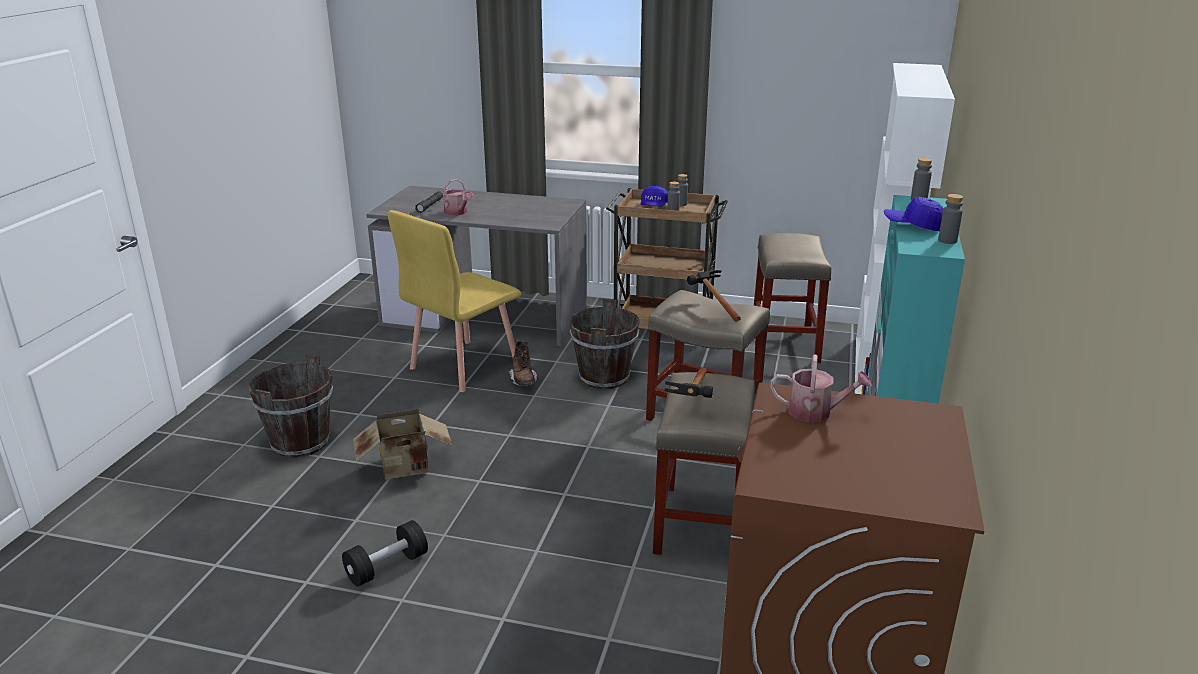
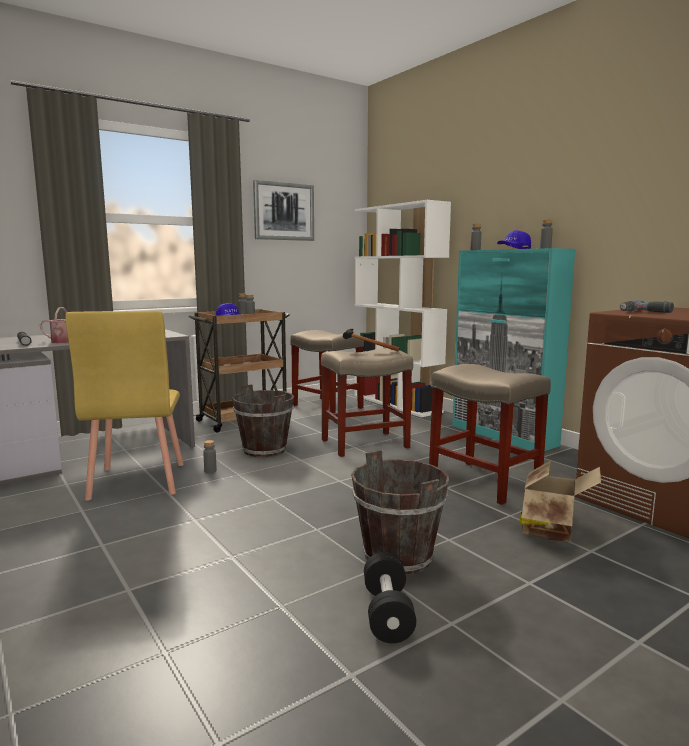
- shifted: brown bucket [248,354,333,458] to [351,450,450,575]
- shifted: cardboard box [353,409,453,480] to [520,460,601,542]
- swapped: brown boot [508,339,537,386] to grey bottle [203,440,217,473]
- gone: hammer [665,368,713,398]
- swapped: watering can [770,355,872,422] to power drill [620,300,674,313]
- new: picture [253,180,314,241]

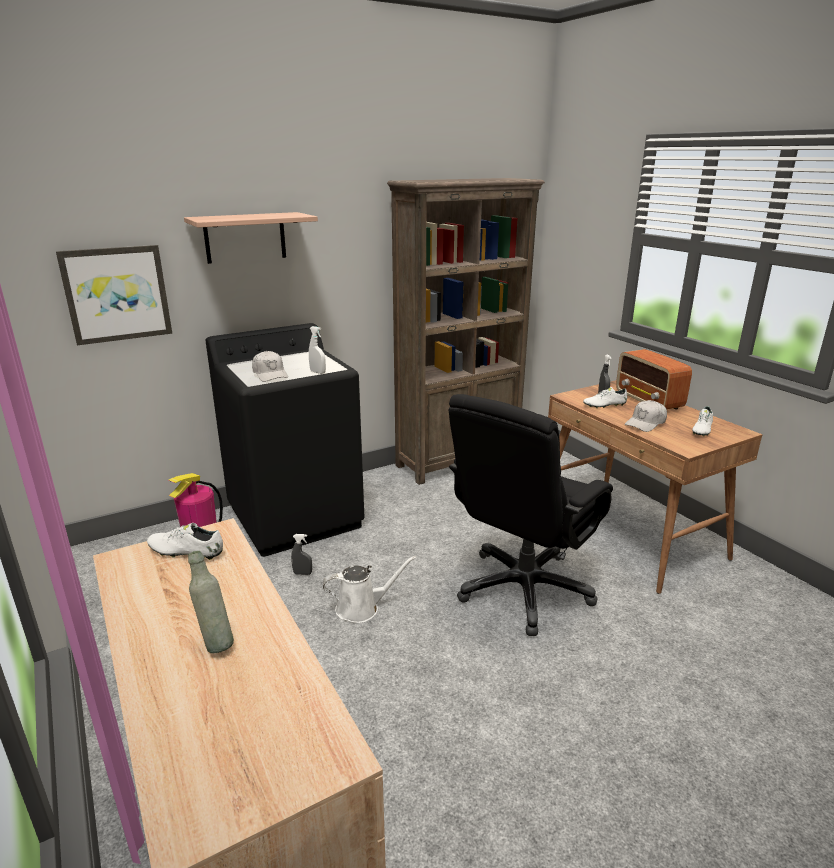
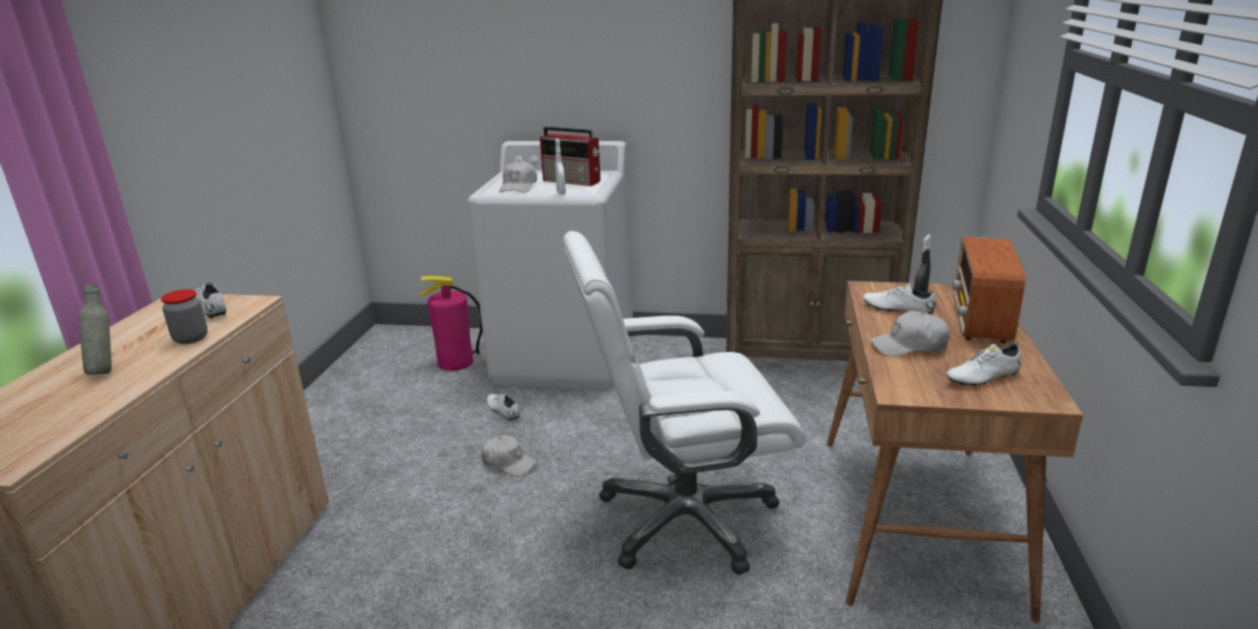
- gone: picture [56,245,172,345]
- gone: shelf [184,212,318,264]
- repainted: black washing machine [206,323,365,557] to white washing machine [467,141,633,390]
- swapped: grey spray bottle [291,534,312,575] to white shoe [487,394,520,421]
- swapped: white watering can [323,556,416,623] to white cap [481,435,537,476]
- repainted: black office chair [449,394,613,636] to white office chair [563,231,806,575]
- new: jar [161,289,208,344]
- new: radio [540,127,601,186]

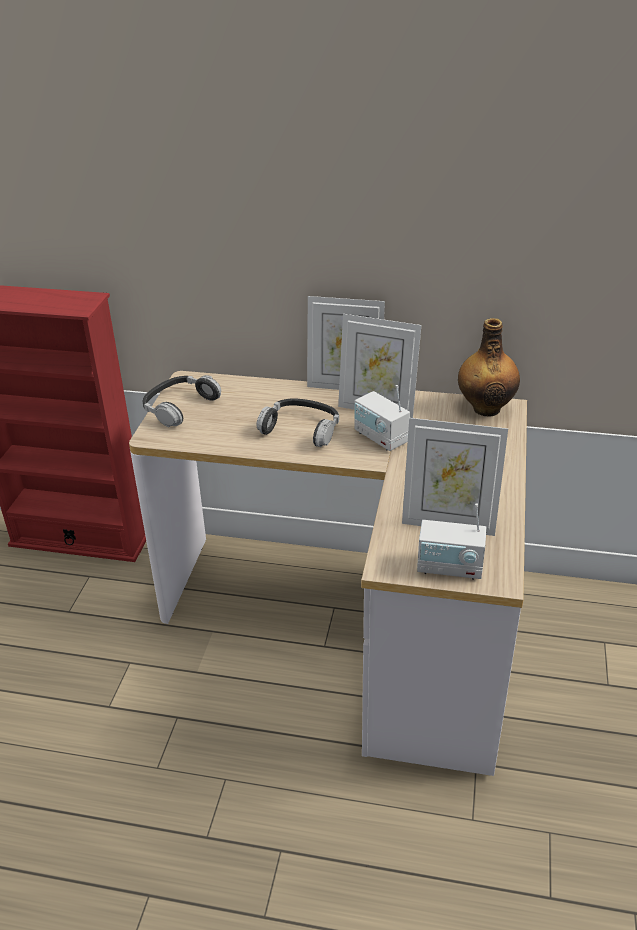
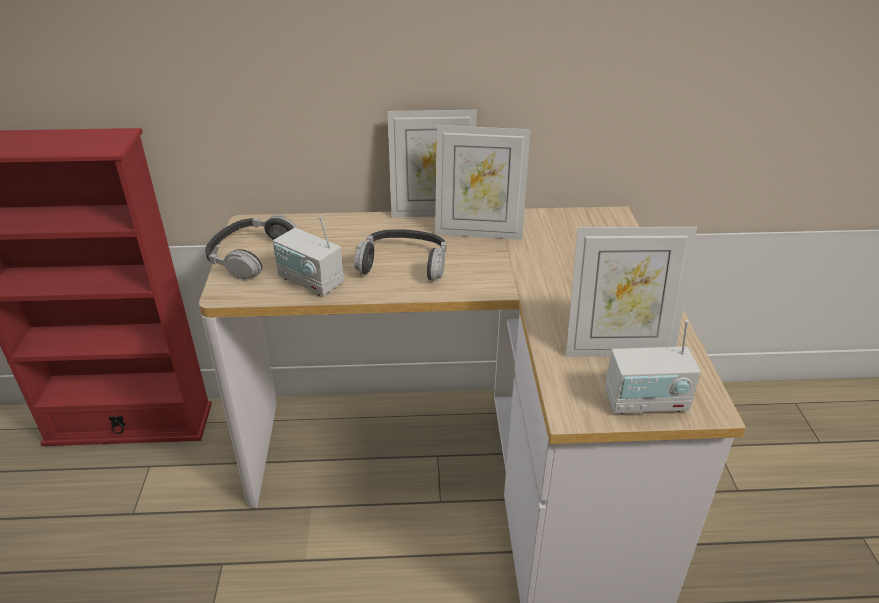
- shifted: radio [354,385,410,451] to [273,216,344,296]
- gone: bottle [458,318,520,417]

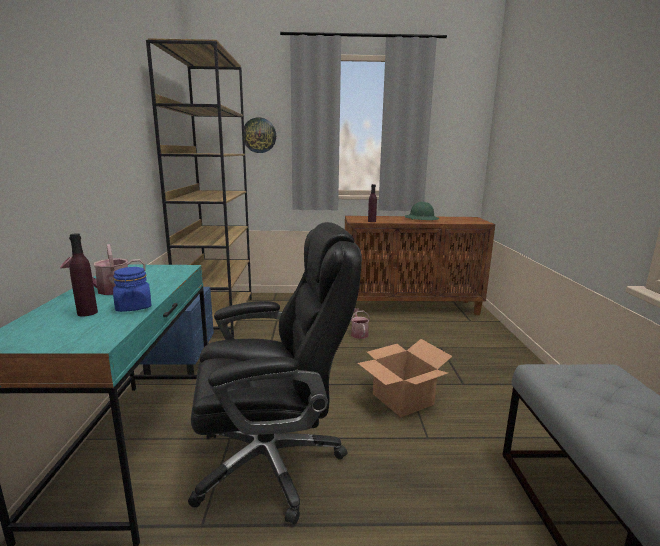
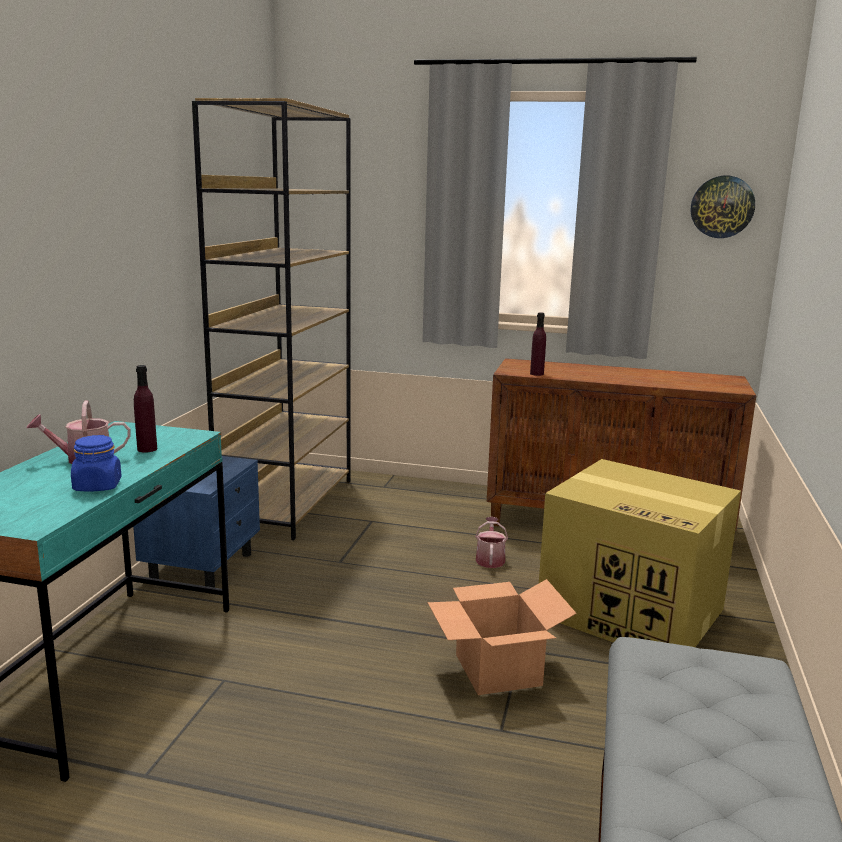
- shifted: purple bottle [69,233,98,316] to [134,365,157,453]
- gone: black office chair [188,222,362,525]
- shifted: wall clock [244,117,276,153] to [691,176,755,238]
- gone: green hard hat [405,202,440,220]
- new: cardboard box [539,459,741,647]

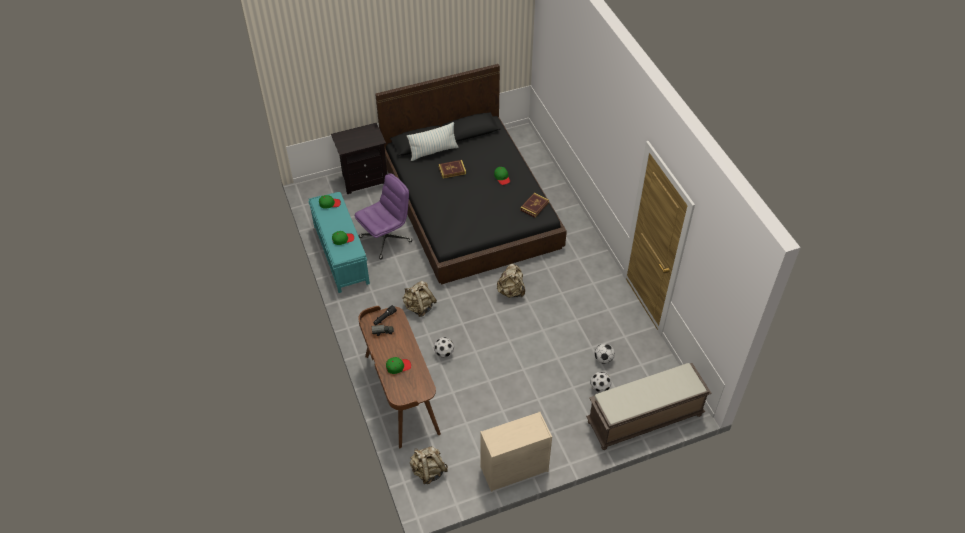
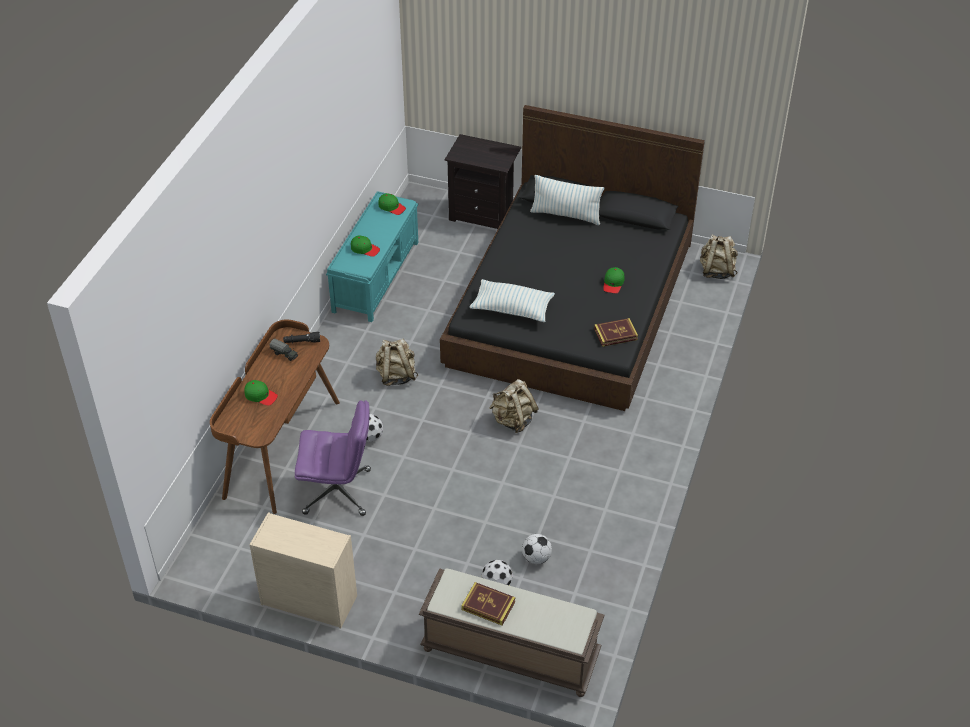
- shifted: purple office chair [355,173,412,259] to [295,400,371,516]
- shifted: beige backpack [410,446,448,484] to [700,234,738,279]
- shifted: book [438,160,466,179] to [461,582,515,625]
- new: pillow [470,279,555,322]

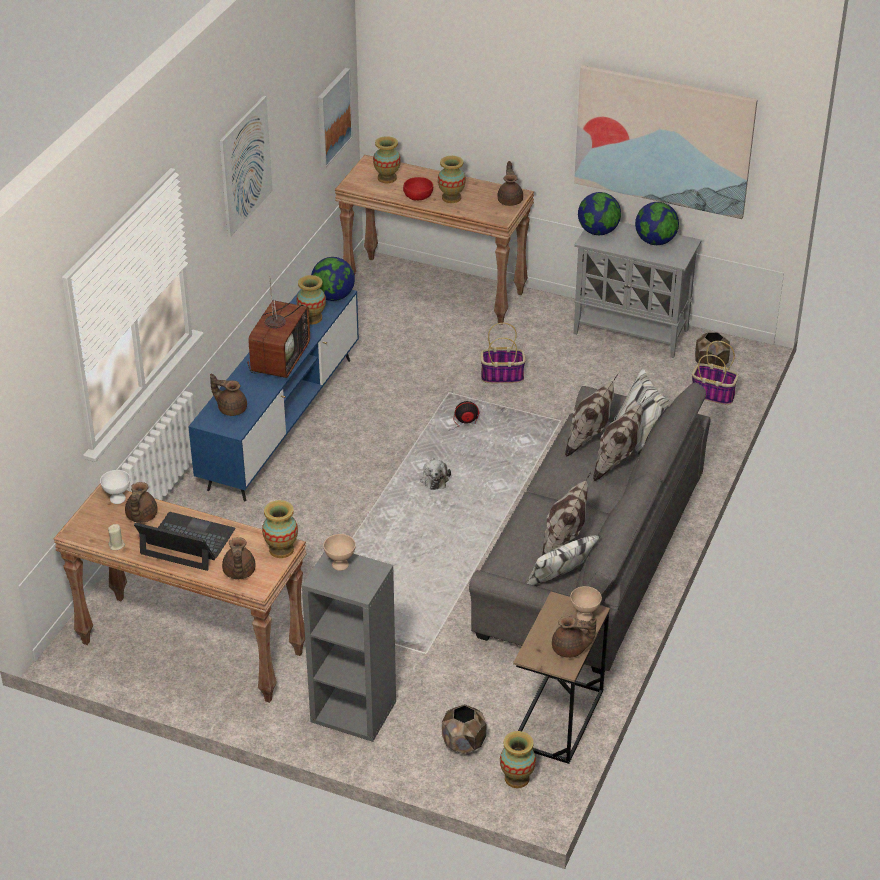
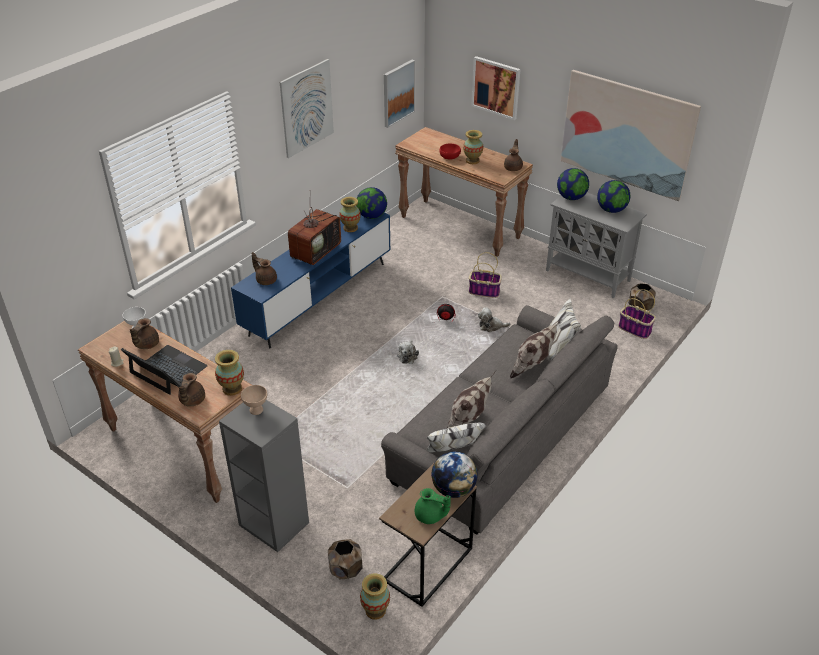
- gone: vase [373,136,401,183]
- repainted: brown teapot [552,616,596,658] to green teapot [415,488,451,524]
- gone: pillow [565,374,618,457]
- swapped: beige bowl [570,586,602,622] to globe [431,451,478,498]
- new: picture [471,56,521,120]
- new: plush toy [478,307,510,332]

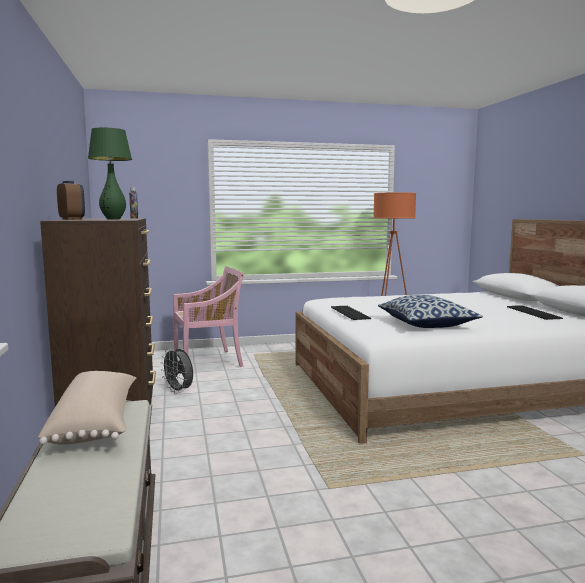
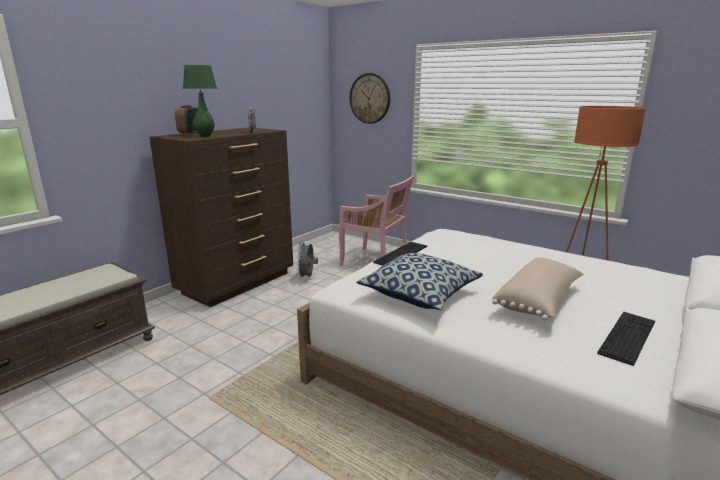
- shifted: beige pillow [38,371,136,445] to [492,257,583,321]
- new: wall clock [350,73,390,124]

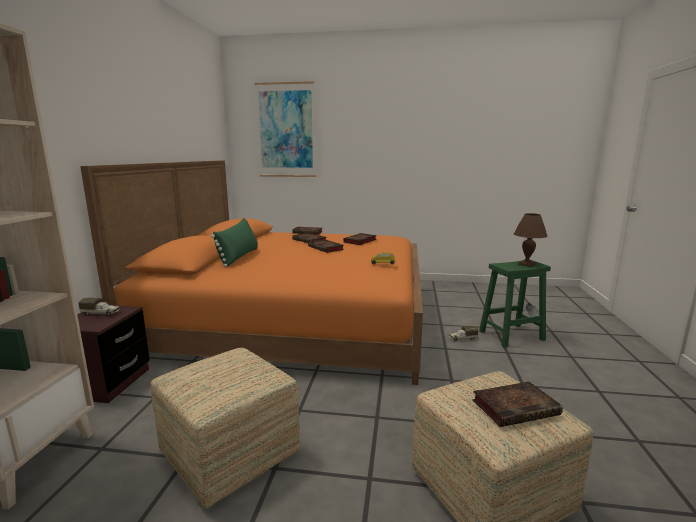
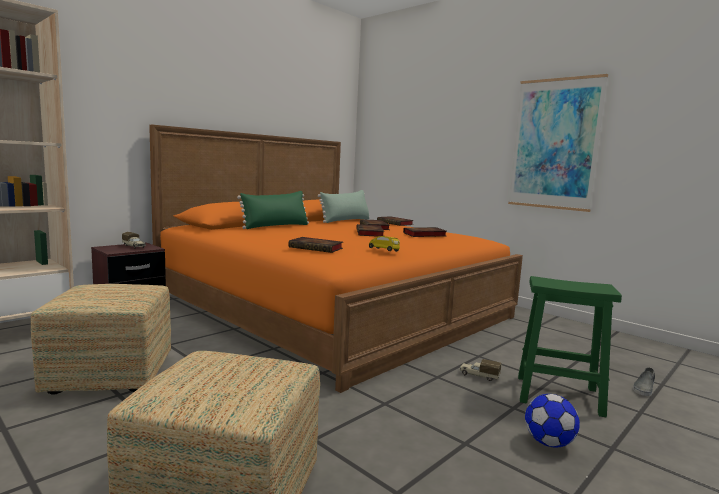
- shifted: picture [255,81,316,177] to [508,74,608,212]
- shifted: book [472,382,563,427] to [288,237,343,253]
- gone: brown table lamp [514,213,548,267]
- new: green pillow [318,190,370,223]
- new: football [525,394,580,448]

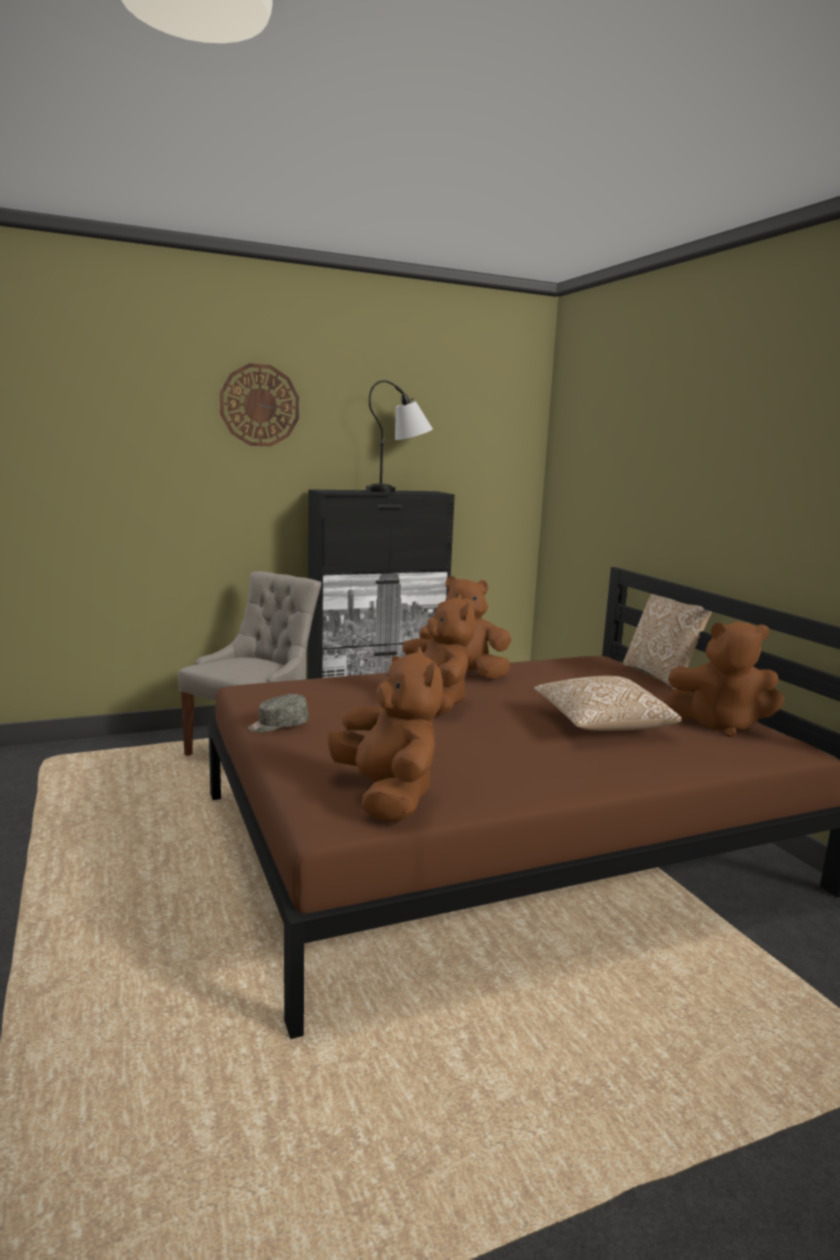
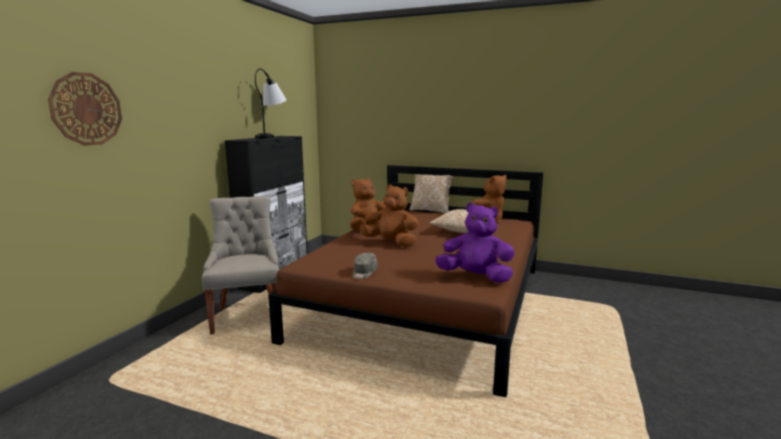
- shifted: wall clock [220,363,299,446] to [48,72,122,146]
- repainted: brown plush toy [328,647,443,823] to purple plush toy [435,203,515,283]

